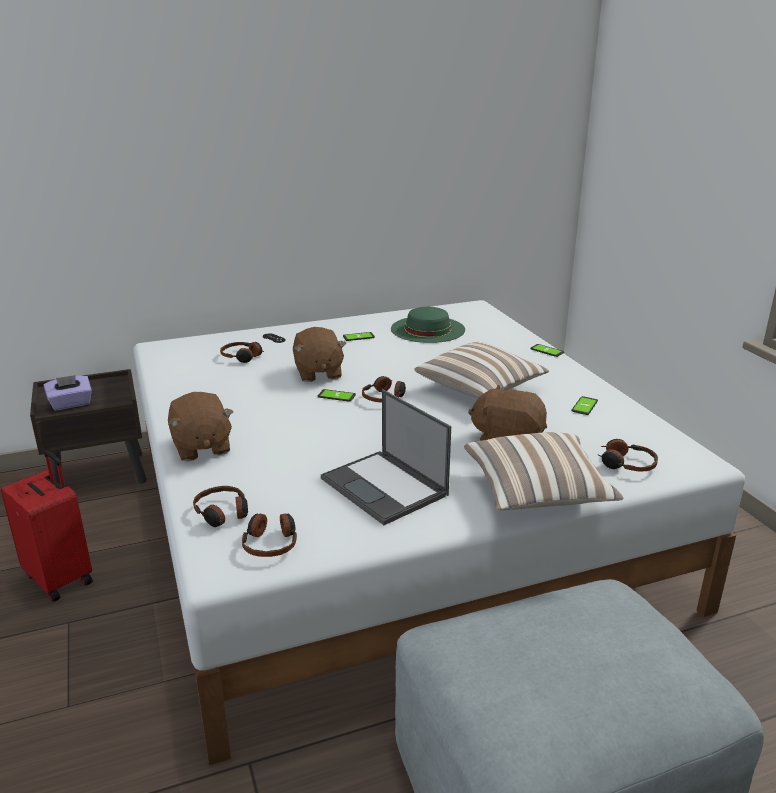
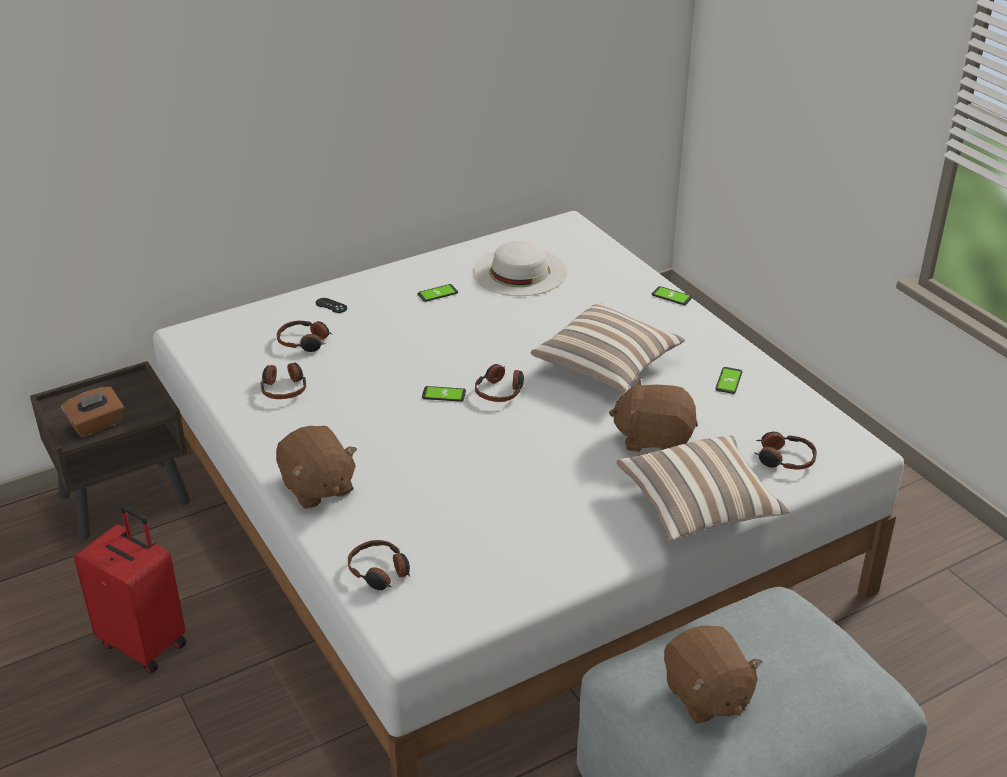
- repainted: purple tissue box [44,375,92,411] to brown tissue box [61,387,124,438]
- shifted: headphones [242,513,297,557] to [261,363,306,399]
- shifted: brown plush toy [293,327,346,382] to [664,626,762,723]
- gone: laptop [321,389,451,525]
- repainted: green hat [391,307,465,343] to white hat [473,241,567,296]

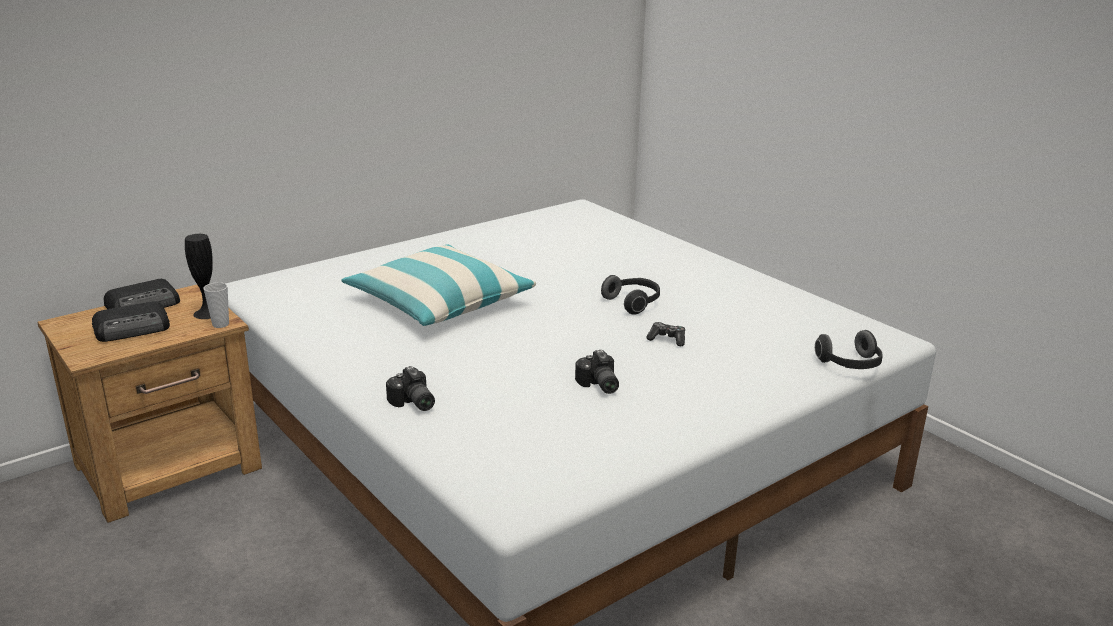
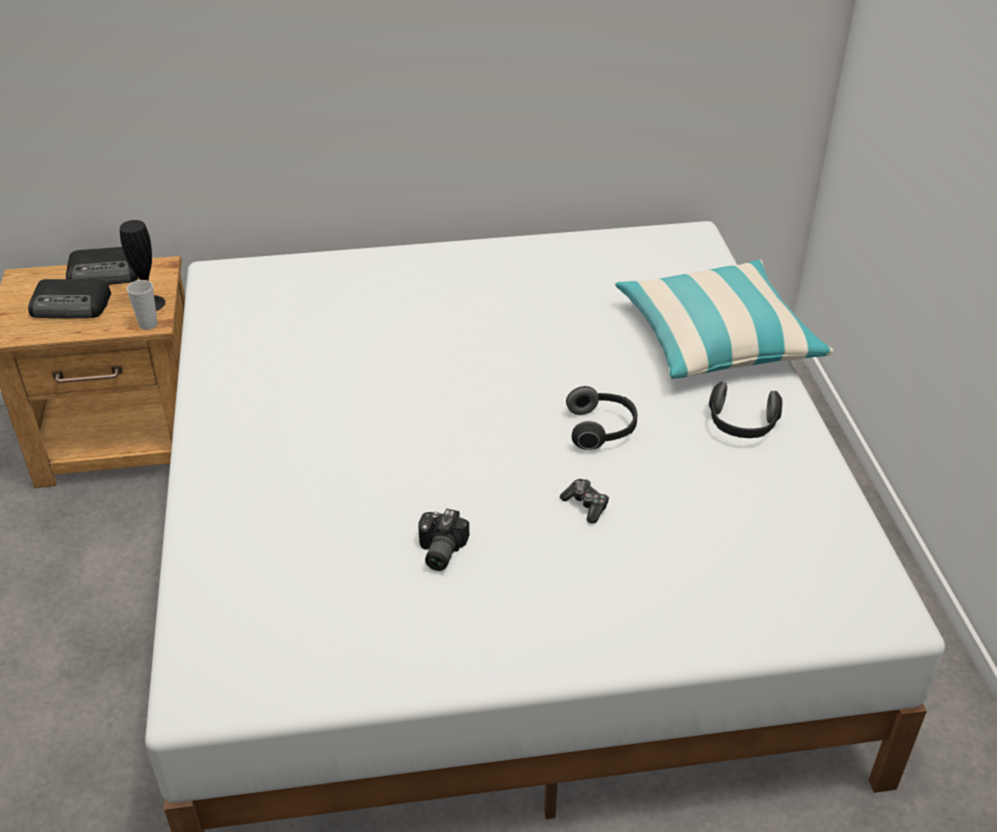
- shifted: pillow [341,244,536,326] to [615,260,834,379]
- gone: photo camera [386,366,435,411]
- shifted: headphones [815,330,882,369] to [709,382,783,438]

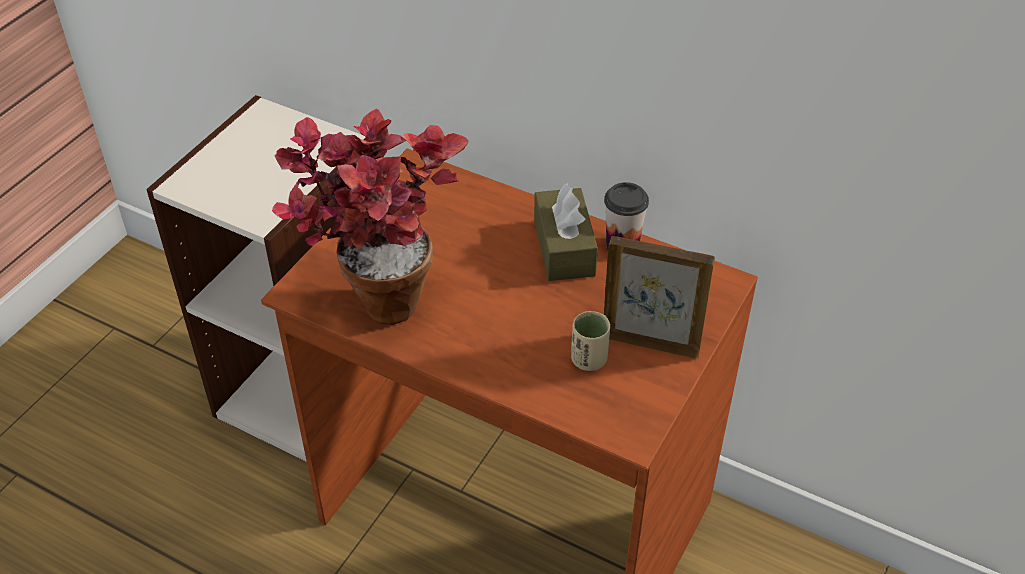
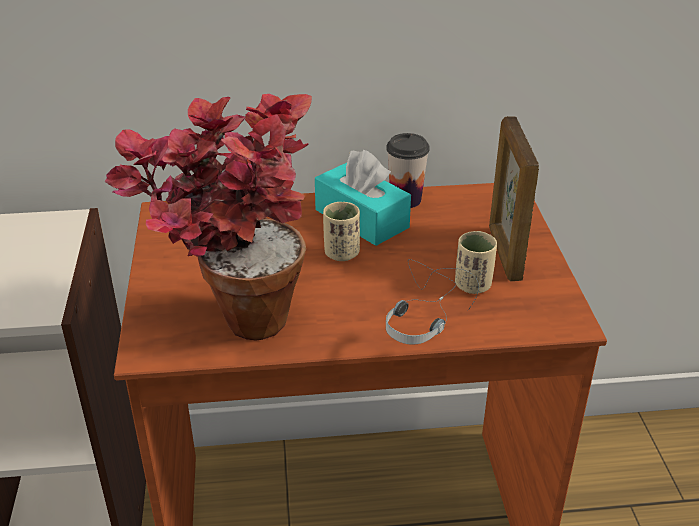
- repainted: brown tissue box [534,183,598,281] to turquoise tissue box [315,150,411,246]
- rotated: picture frame [604,236,715,359] = [489,116,539,281] 75 degrees counterclockwise
- new: beige cup [323,202,360,261]
- new: headphones [386,259,479,345]

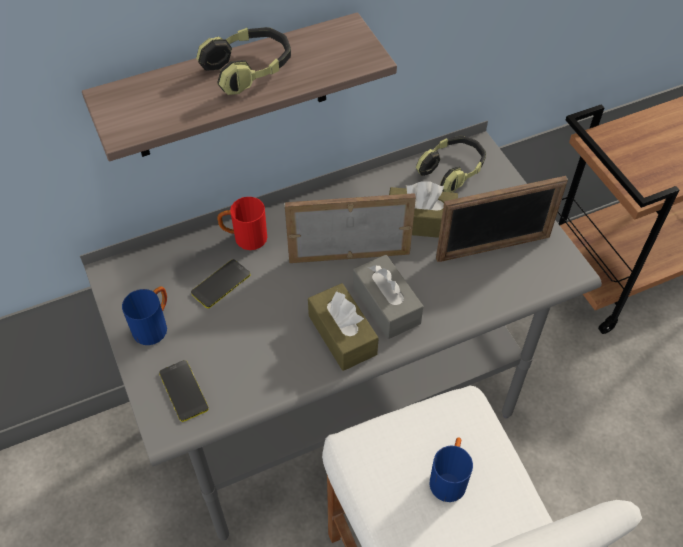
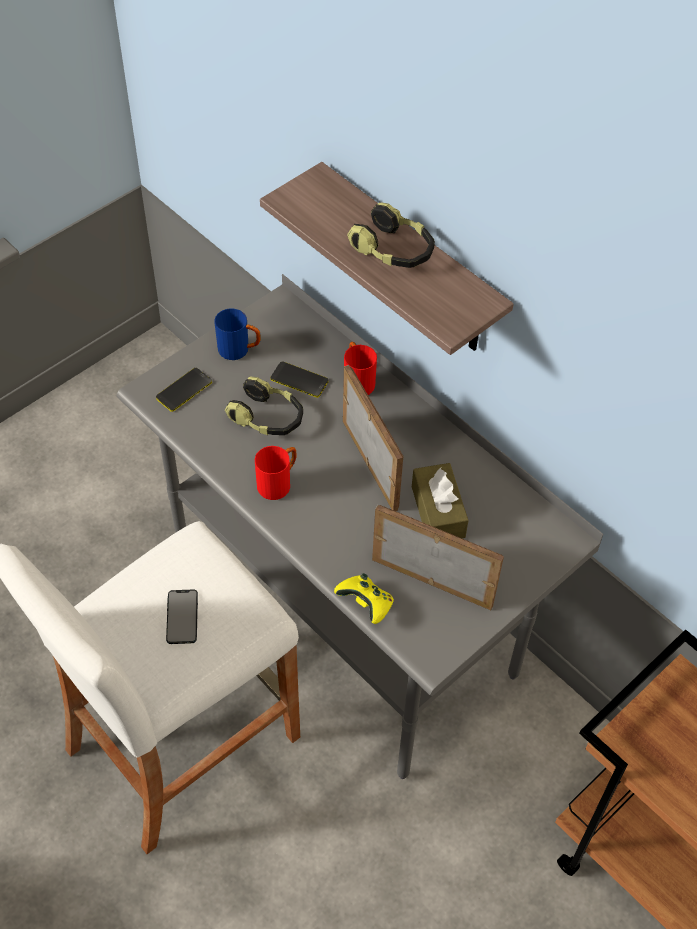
- swapped: brown tissue box [308,283,379,371] to red mug [255,446,296,500]
- gone: grey tissue box [353,255,424,339]
- shifted: headphones [416,136,486,192] to [225,376,303,435]
- swapped: blue mug [429,437,473,502] to phone [166,590,198,644]
- rotated: picture frame [436,176,568,262] = [372,505,504,610] 150 degrees clockwise
- new: yellow game controller [334,573,394,624]

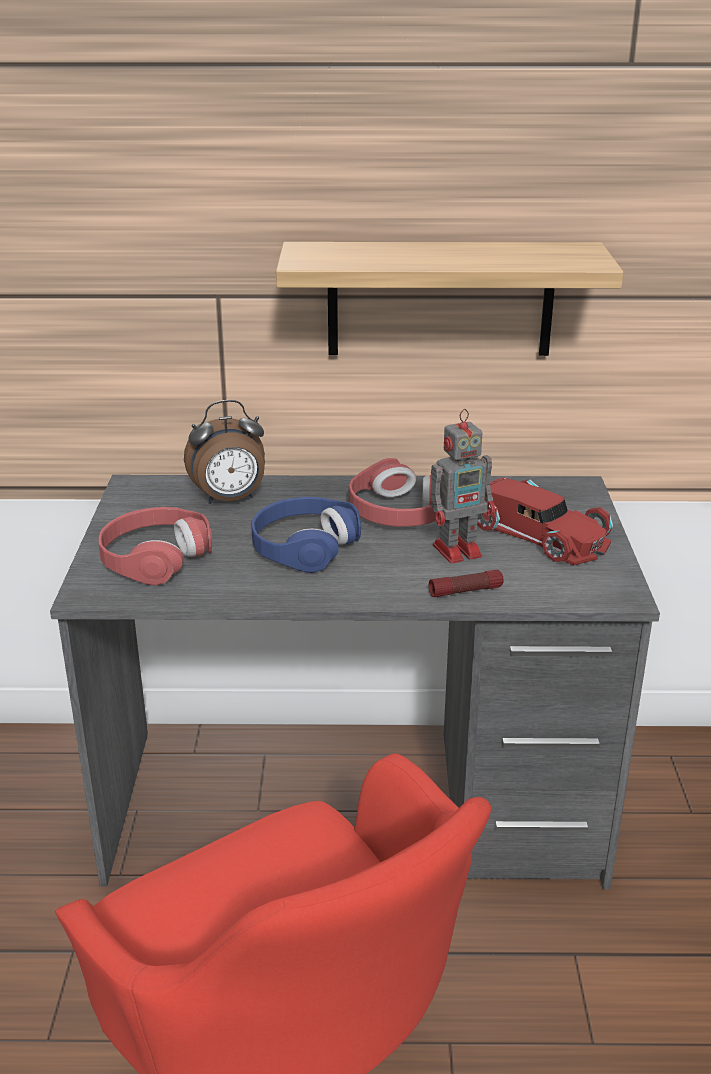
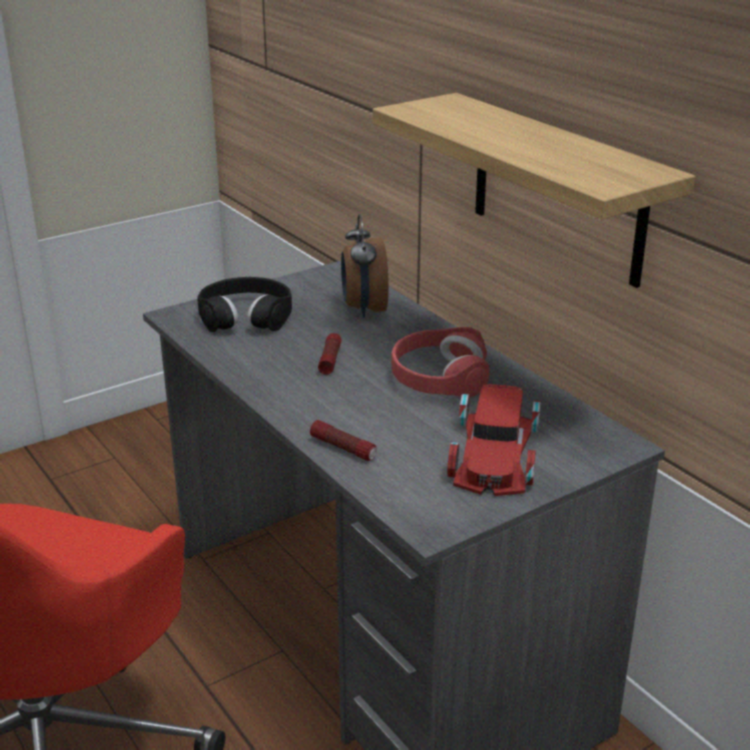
- repainted: red headphones [98,507,212,586] to black headphones [197,277,292,332]
- rotated: alarm clock [184,400,265,504] = [341,214,389,318] 45 degrees clockwise
- swapped: blue headphones [251,497,361,573] to flashlight [318,333,341,375]
- gone: toy robot [431,409,495,564]

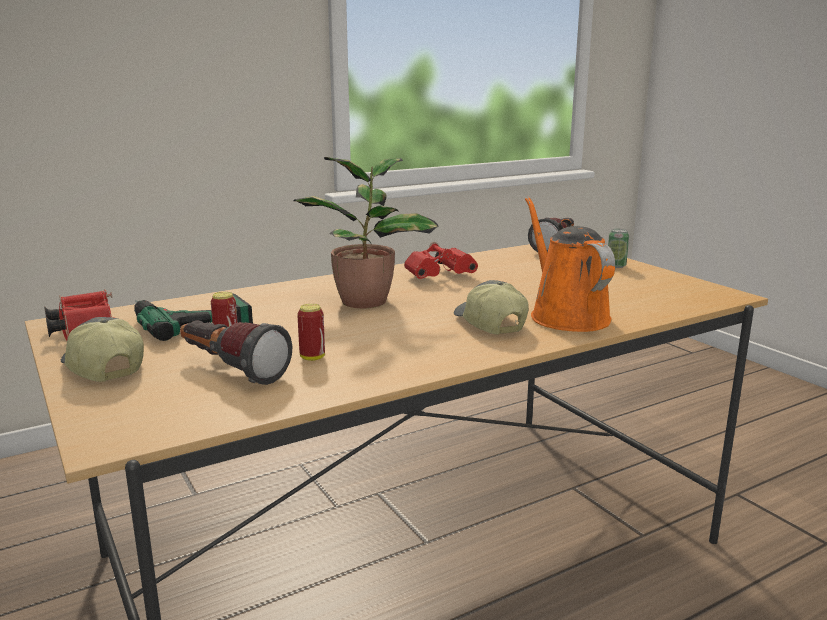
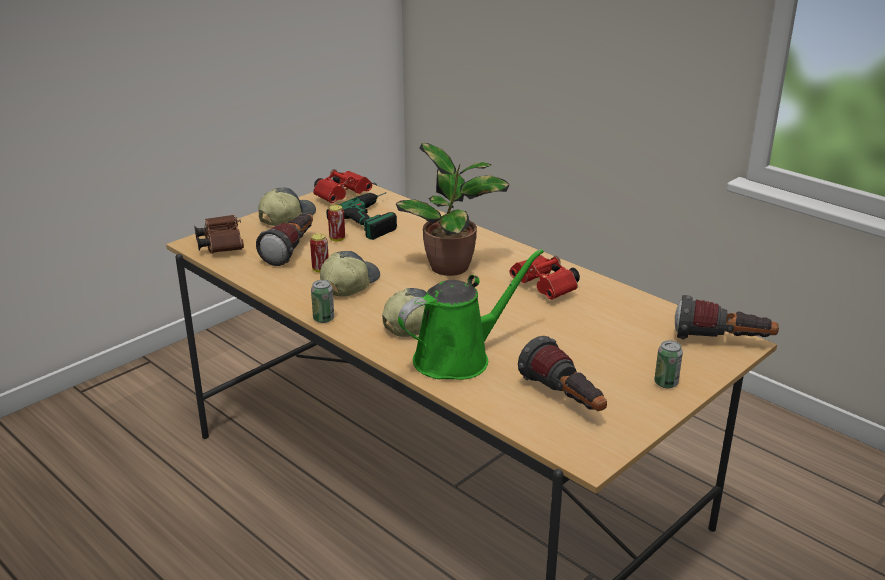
- repainted: orange watering can [525,197,615,332] to green watering can [398,249,544,380]
- new: brown binoculars [194,214,244,254]
- new: can [311,280,334,323]
- new: cap [320,251,380,297]
- new: flashlight [518,336,607,411]

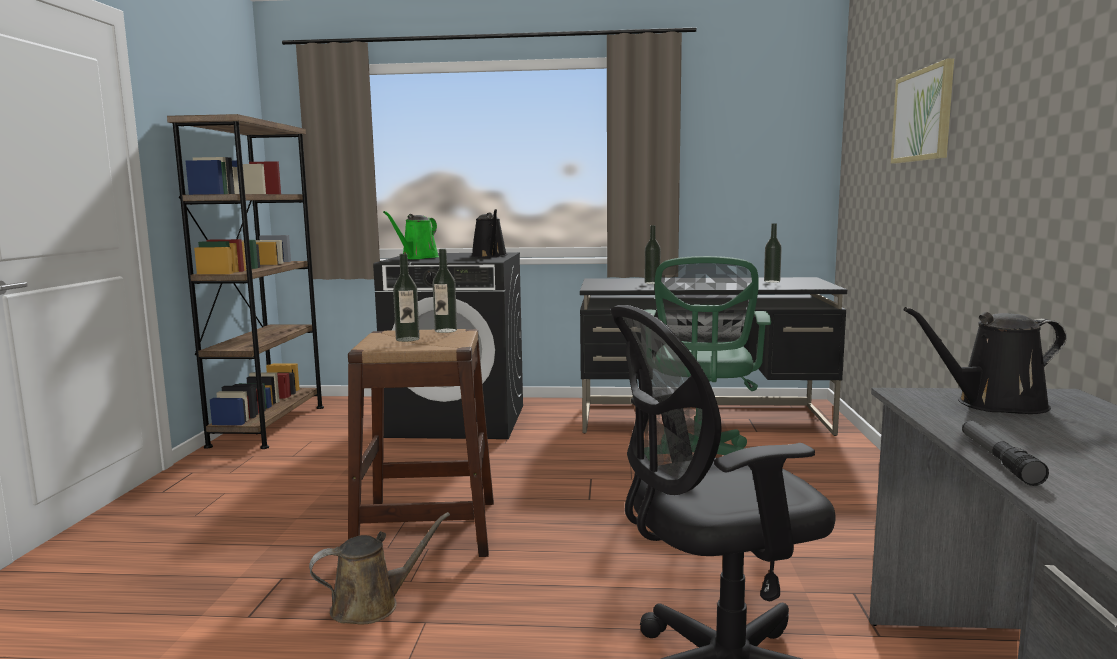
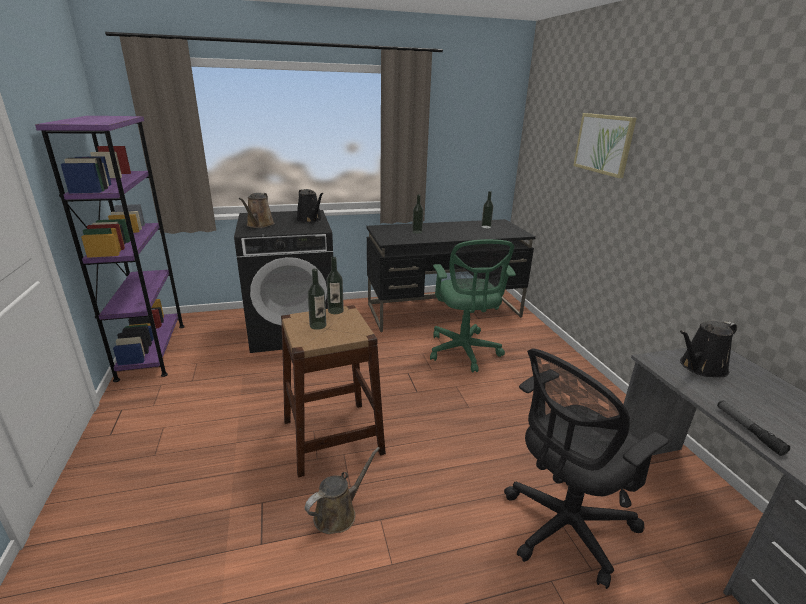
- repainted: brown bookcase [167,114,324,449] to purple bookcase [35,116,185,382]
- repainted: green watering can [383,211,439,259] to brown watering can [239,193,275,228]

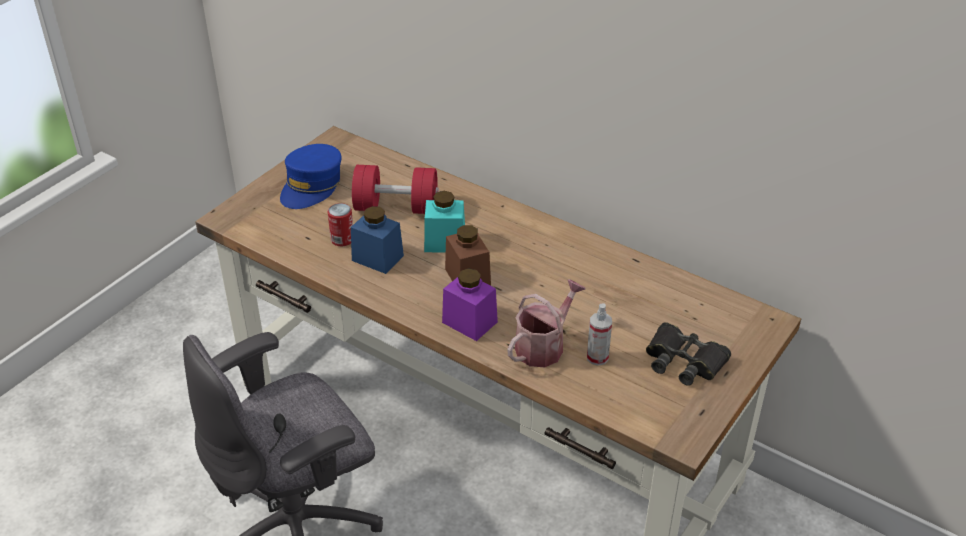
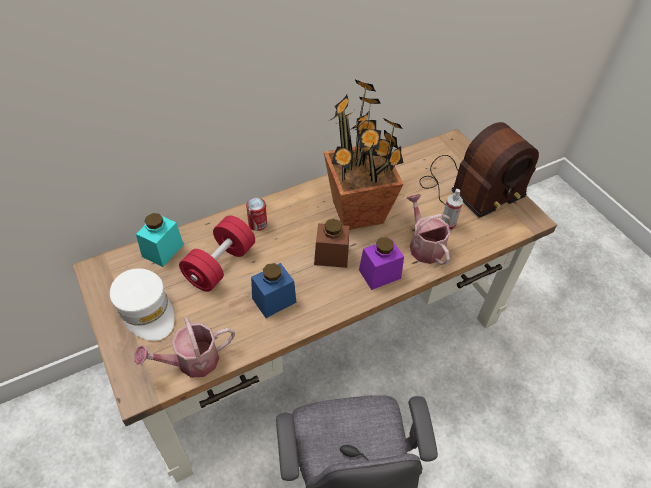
- repainted: blue cap [280,144,342,209] to white cap [110,268,174,341]
- shifted: can [327,203,353,246] to [246,198,267,231]
- shifted: turquoise jar [424,191,465,252] to [136,213,184,267]
- swapped: black binoculars [646,322,731,386] to radio [419,122,539,218]
- new: watering can [134,317,235,378]
- new: potted plant [324,79,404,230]

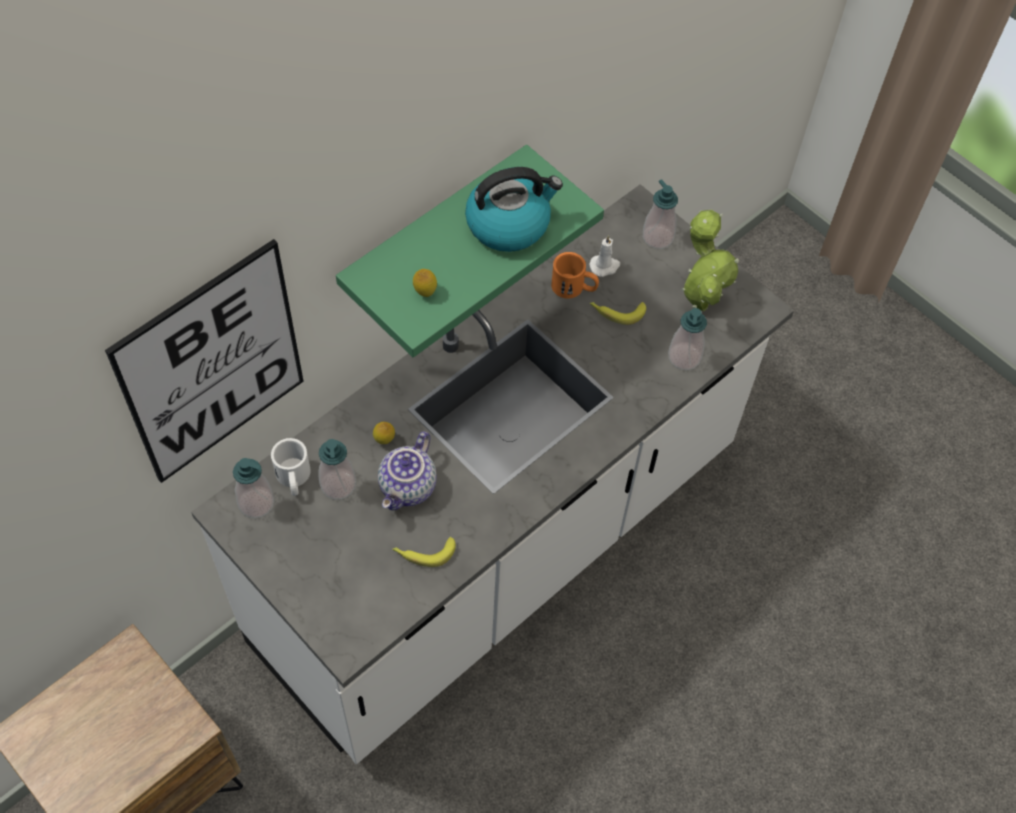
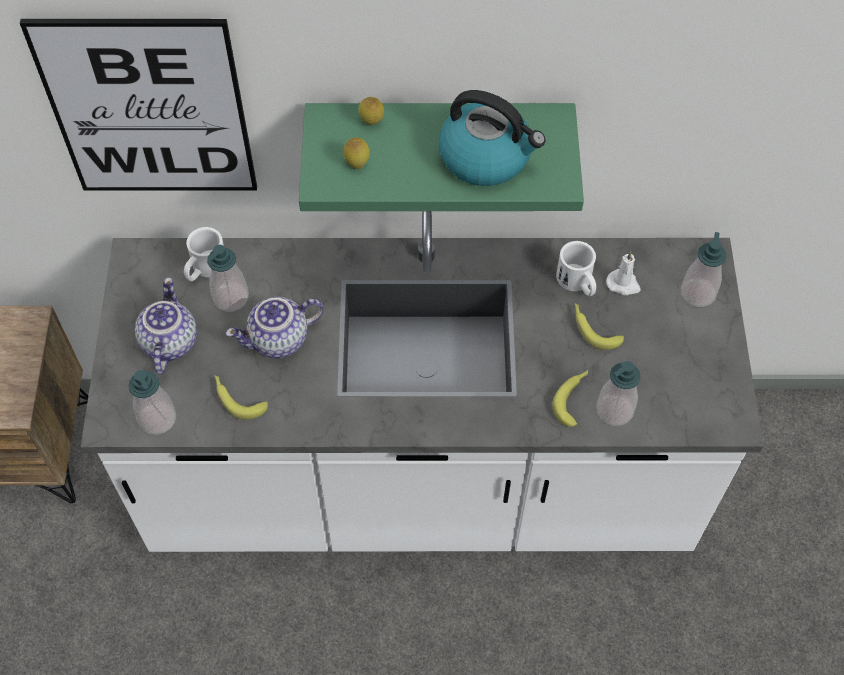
- shifted: soap dispenser [233,458,274,518] to [128,370,176,435]
- shifted: lemon [373,422,395,444] to [358,97,384,125]
- repainted: orange mug [551,252,599,299] to white mug [556,241,596,296]
- gone: potted plant [681,210,739,311]
- new: teapot [135,277,197,374]
- new: banana [552,370,588,427]

